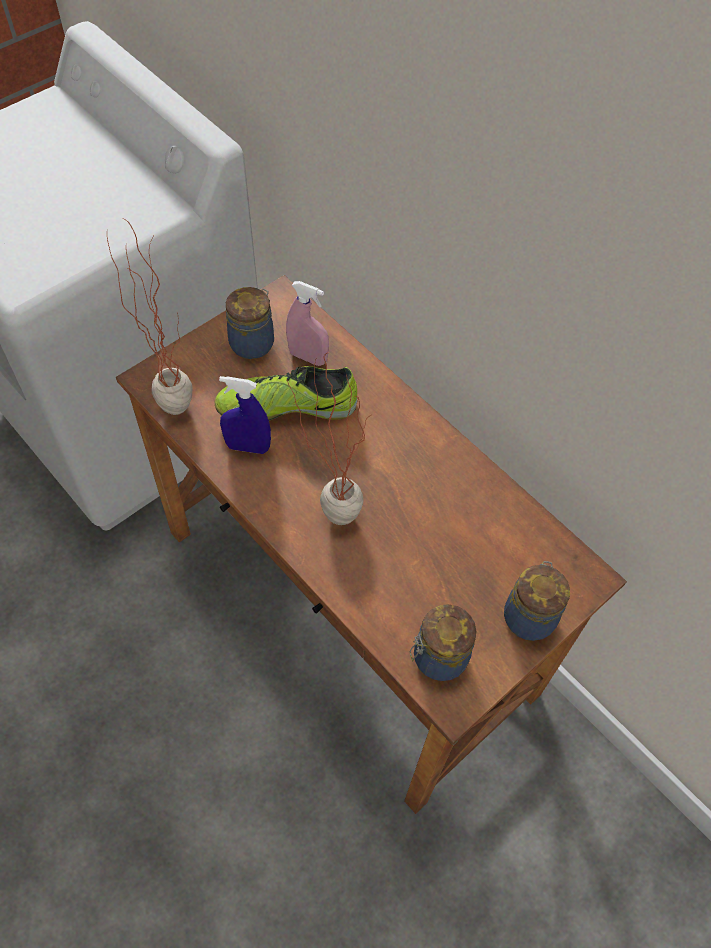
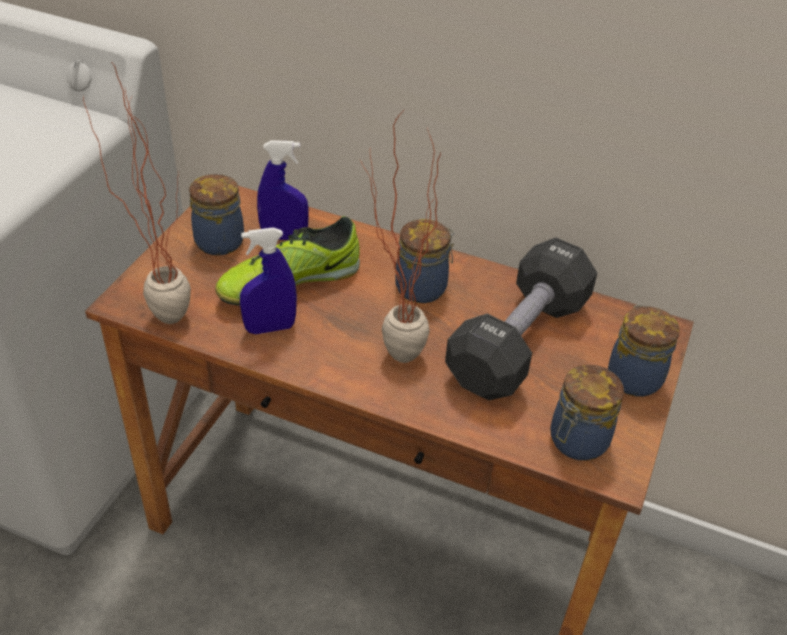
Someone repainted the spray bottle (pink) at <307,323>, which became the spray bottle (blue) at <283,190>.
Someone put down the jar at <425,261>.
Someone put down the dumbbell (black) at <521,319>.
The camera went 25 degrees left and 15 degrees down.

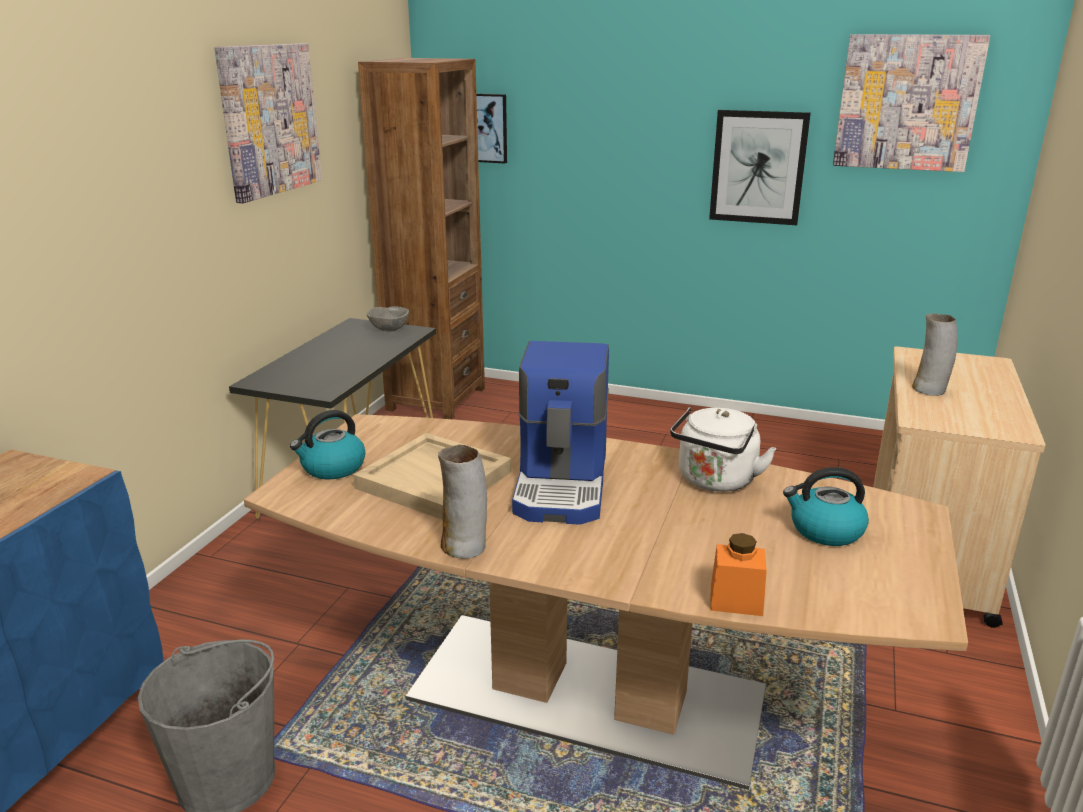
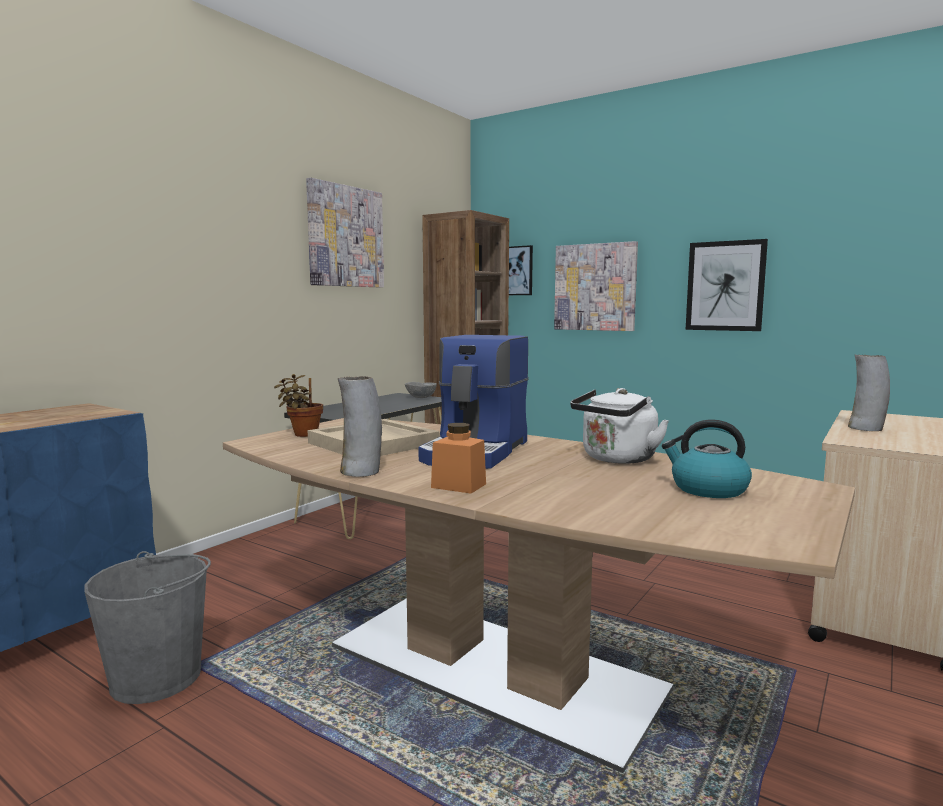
Someone swapped the kettle at <327,444> for the potted plant at <298,405>.
Someone carried the jar (orange) from <739,574> to <458,458>.
Someone carried the picture from <911,103> to <596,286>.
The camera went 15 degrees right and 15 degrees down.

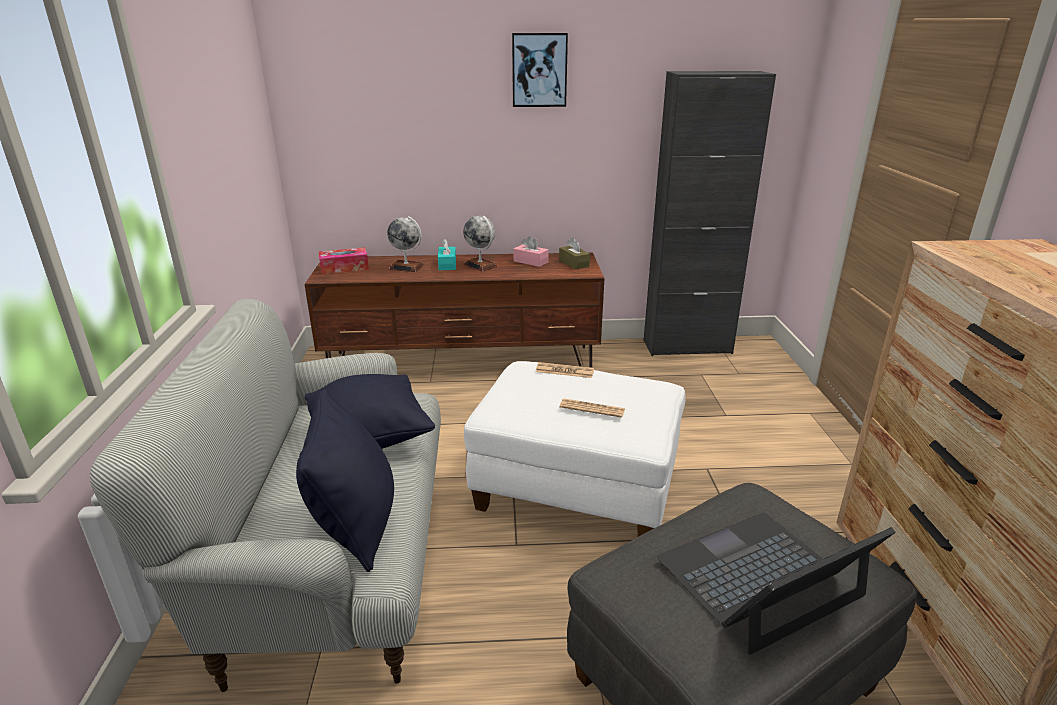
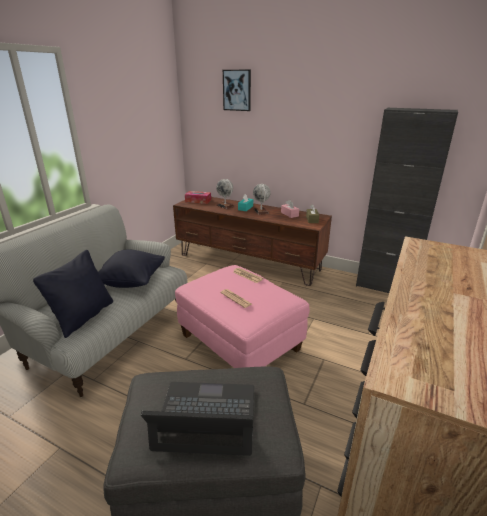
Someone repainted the ottoman (white) at <575,449>, which became the ottoman (pink) at <242,316>.
Someone carried the picture from <540,70> to <237,90>.
The camera went 30 degrees right and 0 degrees up.

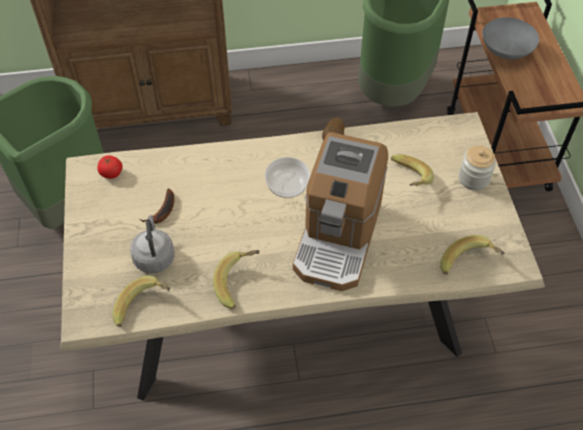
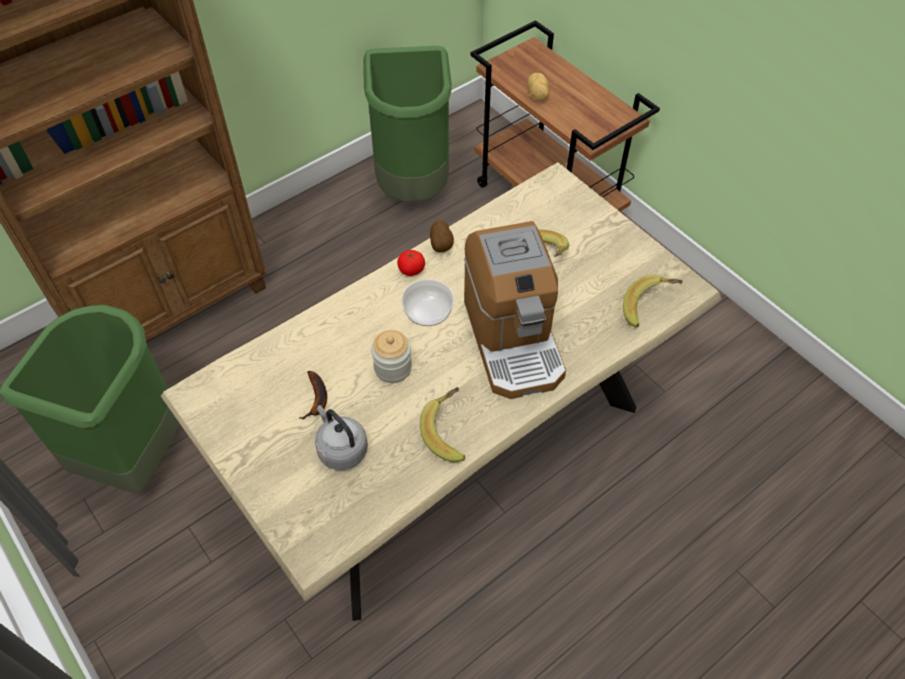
Someone carried the tomato from <110,167> to <411,263>.
Someone took away the banana at <141,301>.
Someone carried the jar from <477,168> to <391,356>.
Someone swapped the bowl (grey) at <510,38> for the potato at <538,87>.
The camera went 30 degrees left and 0 degrees up.

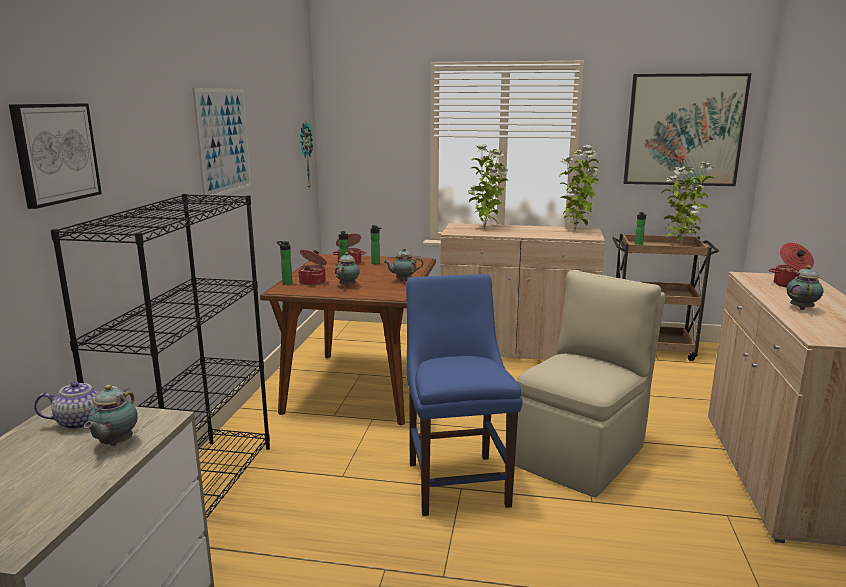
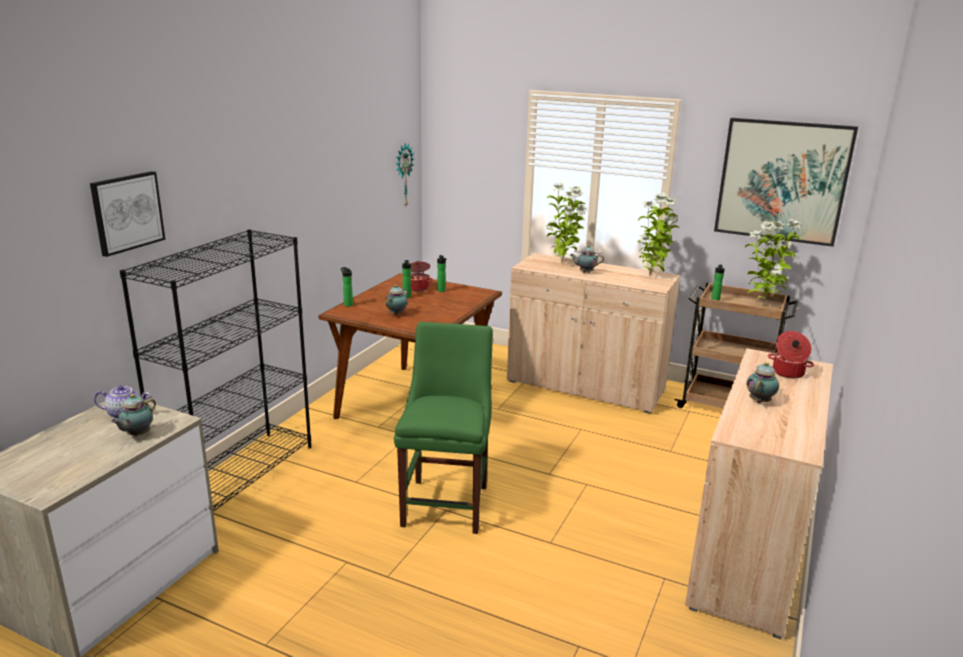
Someone took away the picture at <221,144>.
Someone took away the cooking pot at <312,267>.
Someone carried the teapot from <403,264> to <587,259>.
Someone repainted the chair (blue) at <464,395>, which became the chair (green) at <443,428>.
Someone took away the chair (beige) at <590,383>.
The camera went 15 degrees right and 5 degrees up.

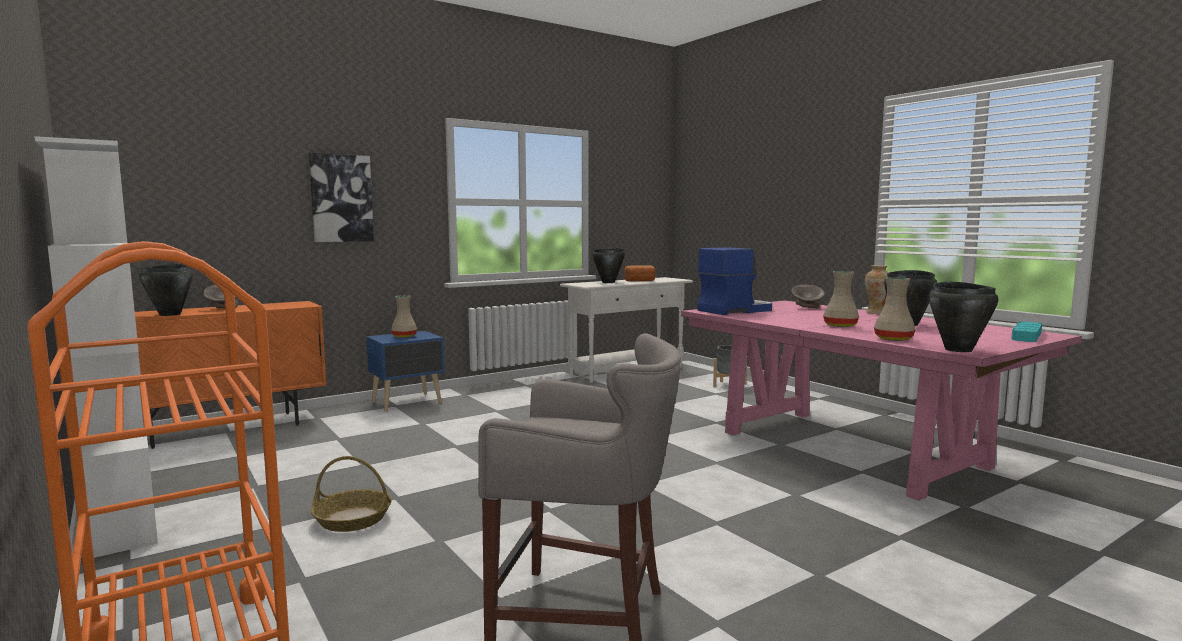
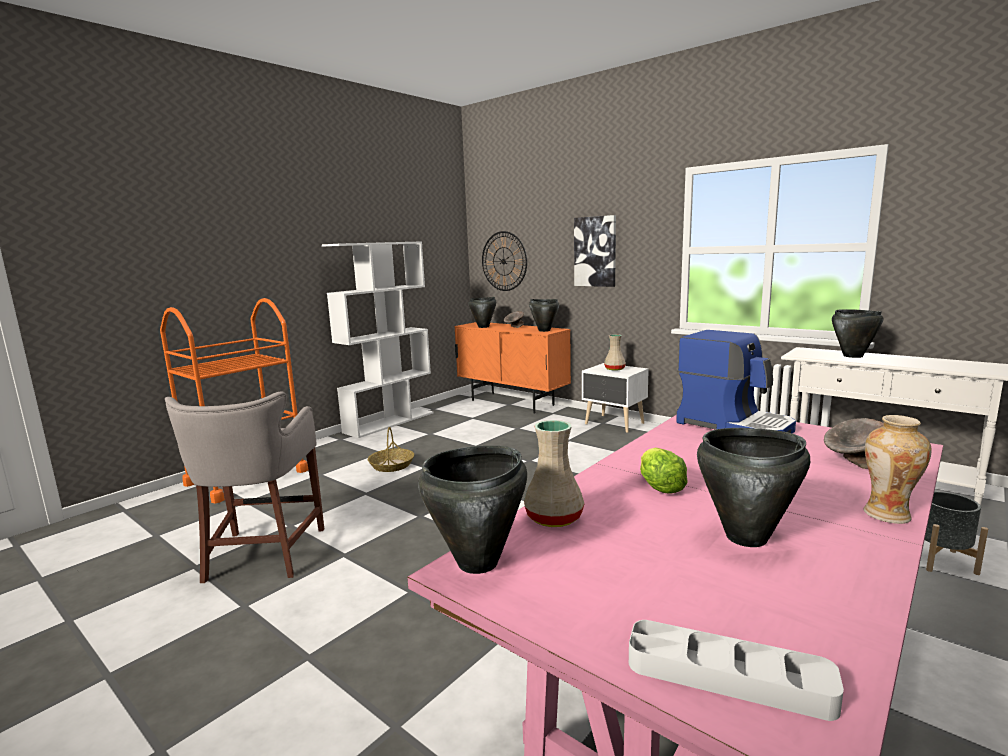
Someone repainted the nightstand (blue) at <405,371>, which became the nightstand (white) at <615,398>.
Someone took away the bread at <640,273>.
Someone swapped the vase (beige) at <841,299> for the lettuce at <664,471>.
Someone repainted the tray (turquoise) at <1026,331>, which became the tray (grey) at <736,670>.
Someone put up the wall clock at <504,261>.
Someone put down the cooking pot (black) at <544,315>.
The camera went 75 degrees right and 5 degrees up.

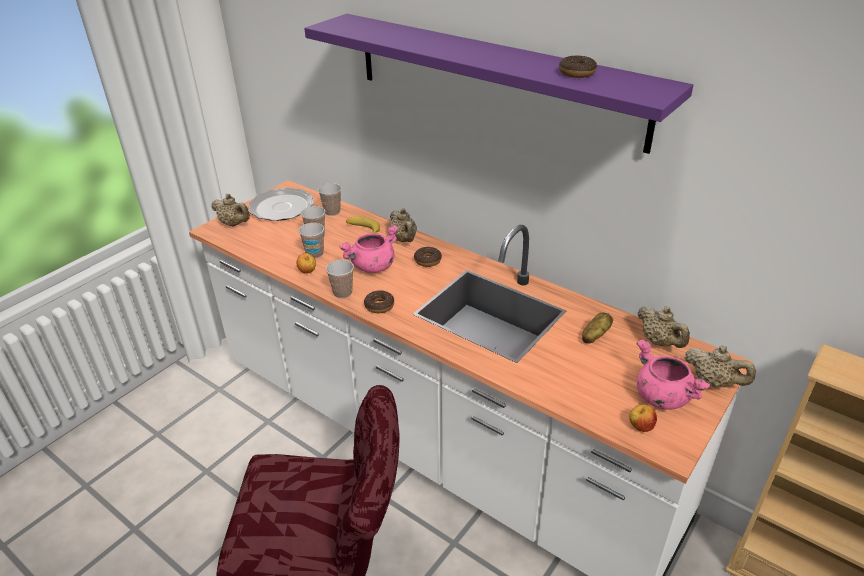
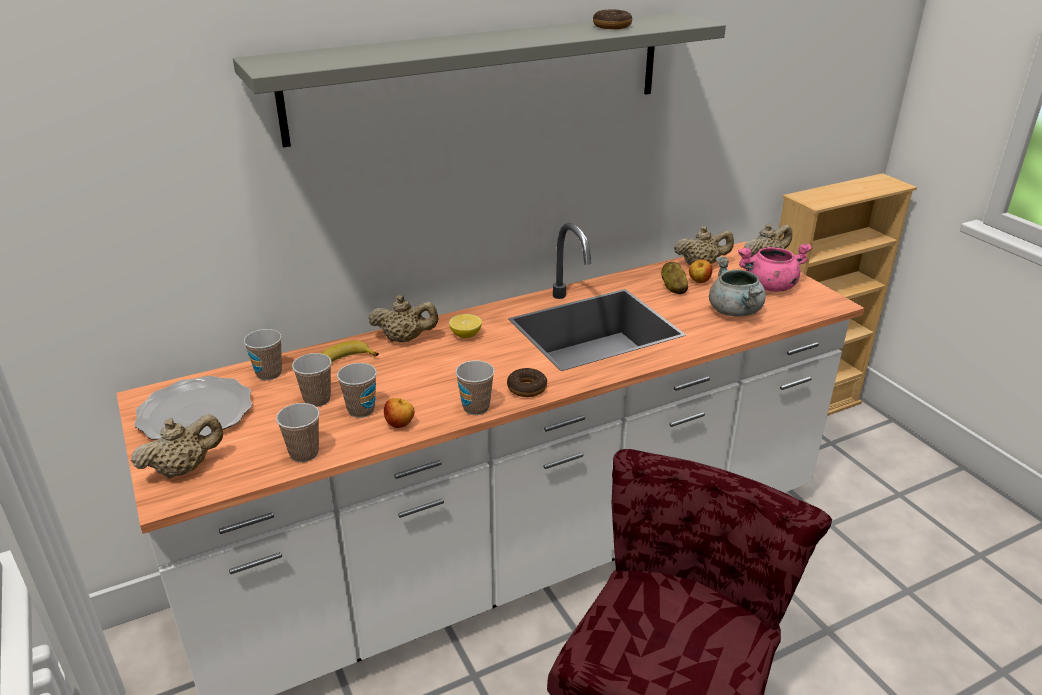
Someone repainted the shelf (purple) at <498,84>, which became the shelf (grey) at <479,79>.
Someone took away the cooking pot (pink) at <369,249>.
Someone swapped the donut at <428,257> for the lemon at <465,326>.
Someone carried the apple from <643,418> to <700,271>.
Someone put down the cup at <298,432>.
Someone put down the cooking pot (grey) at <737,286>.
The camera went 65 degrees left and 5 degrees down.

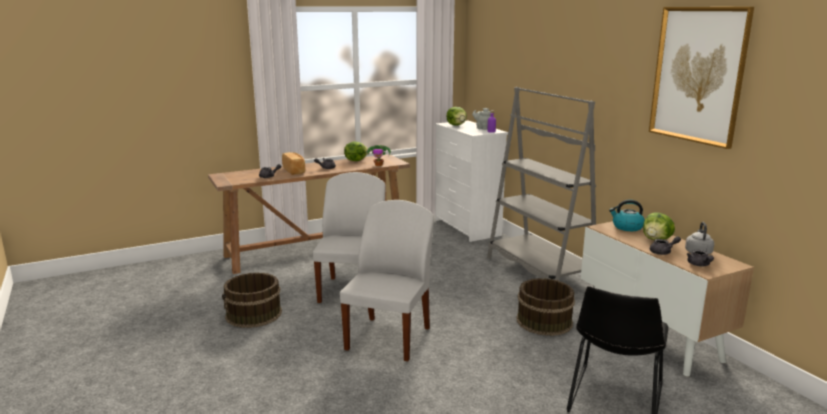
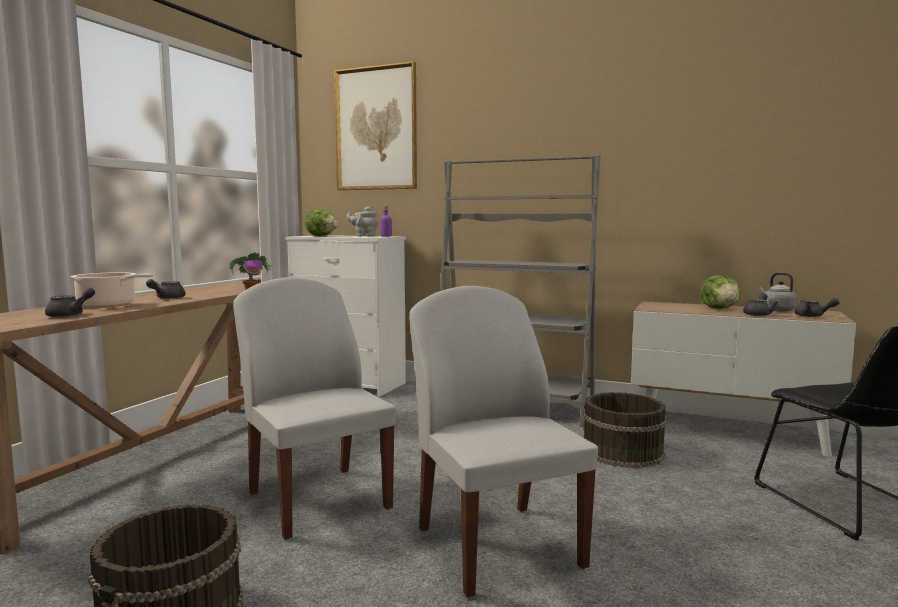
Someone swapped the bread at <293,163> for the cooking pot at <112,290>.
Someone took away the lettuce at <356,151>.
Someone took away the kettle at <627,215>.
Someone carried the picture from <701,78> to <375,125>.
The camera went 40 degrees left and 10 degrees down.

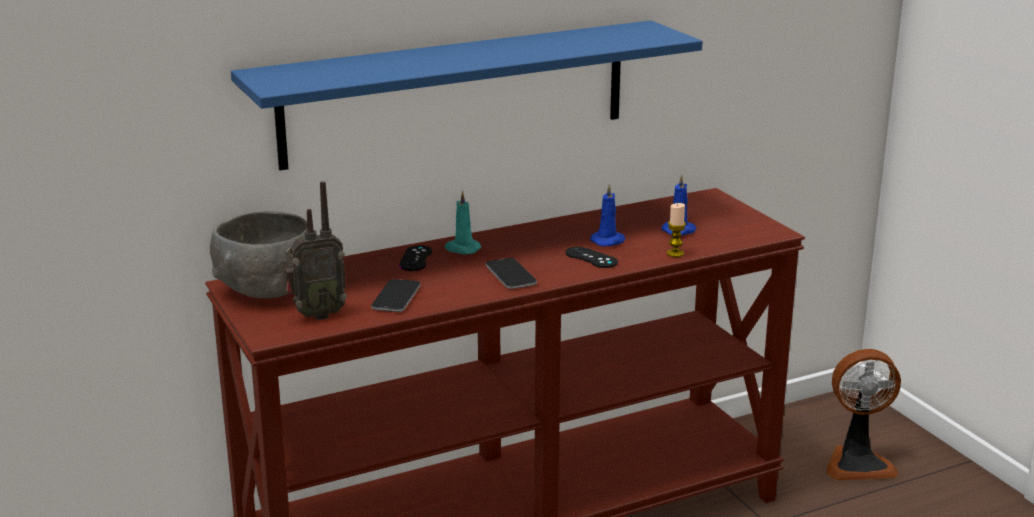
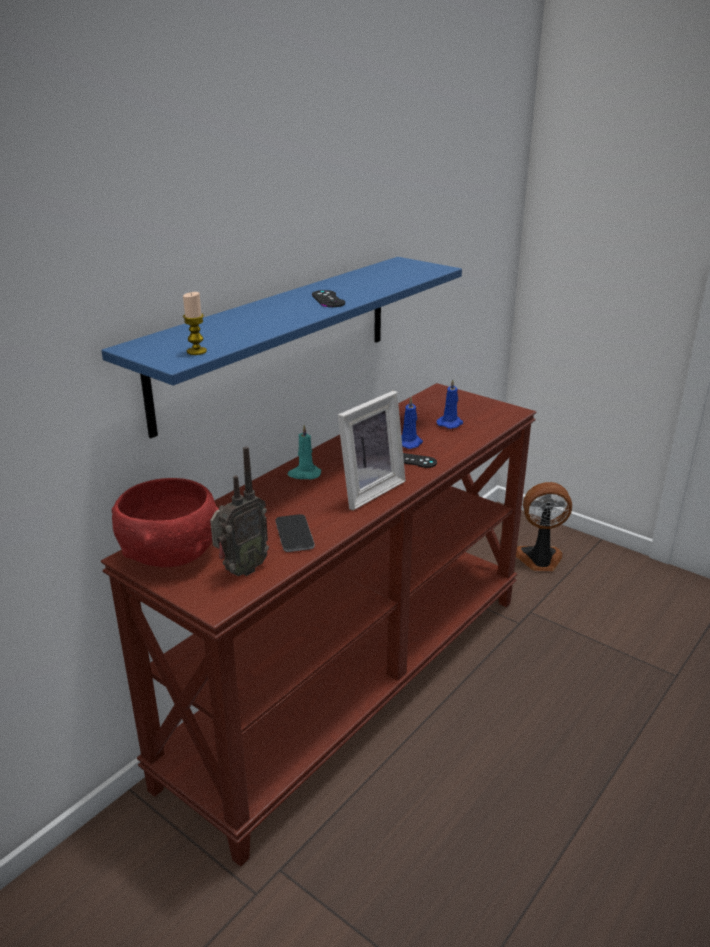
Someone repainted the bowl (grey) at <258,255>, which became the bowl (red) at <165,522>.
Someone carried the game controller (black) from <415,258> to <328,298>.
Someone swapped the phone at <511,273> for the picture frame at <372,450>.
Someone carried the candle from <676,230> to <195,323>.
Someone rotated the fan at <864,414> by 150 degrees counterclockwise.
The camera went 25 degrees left and 5 degrees up.

